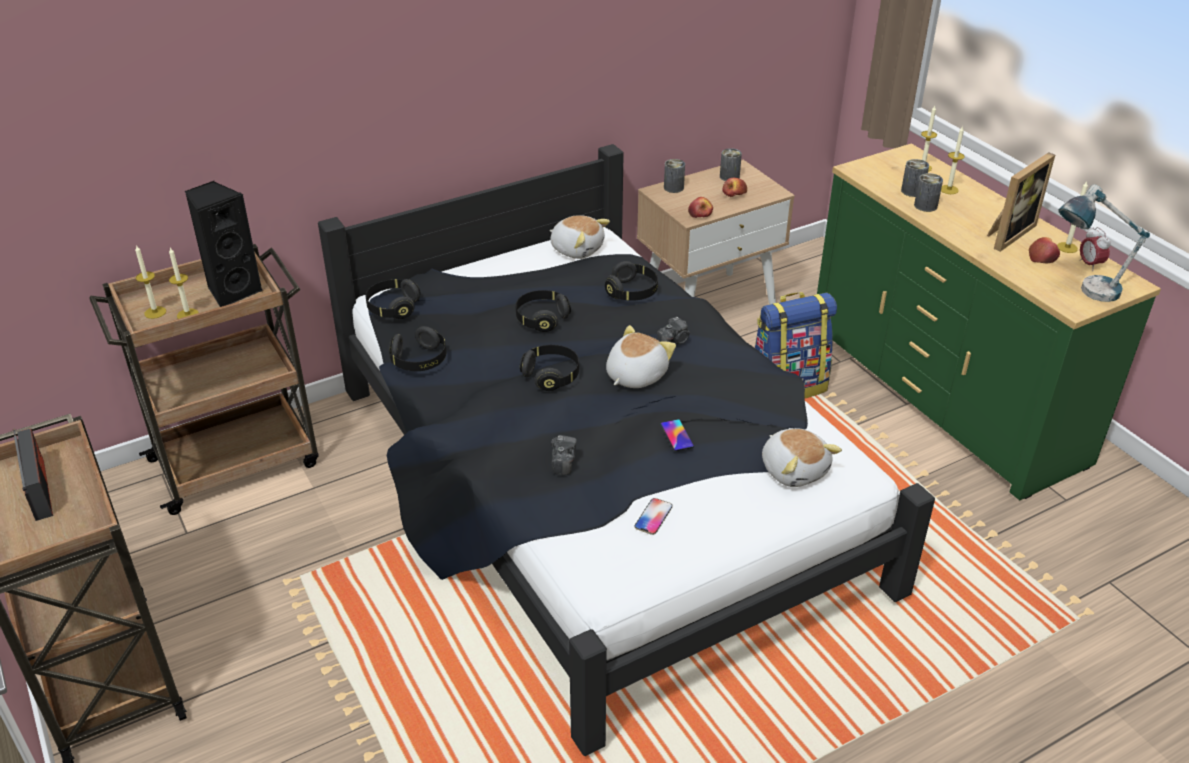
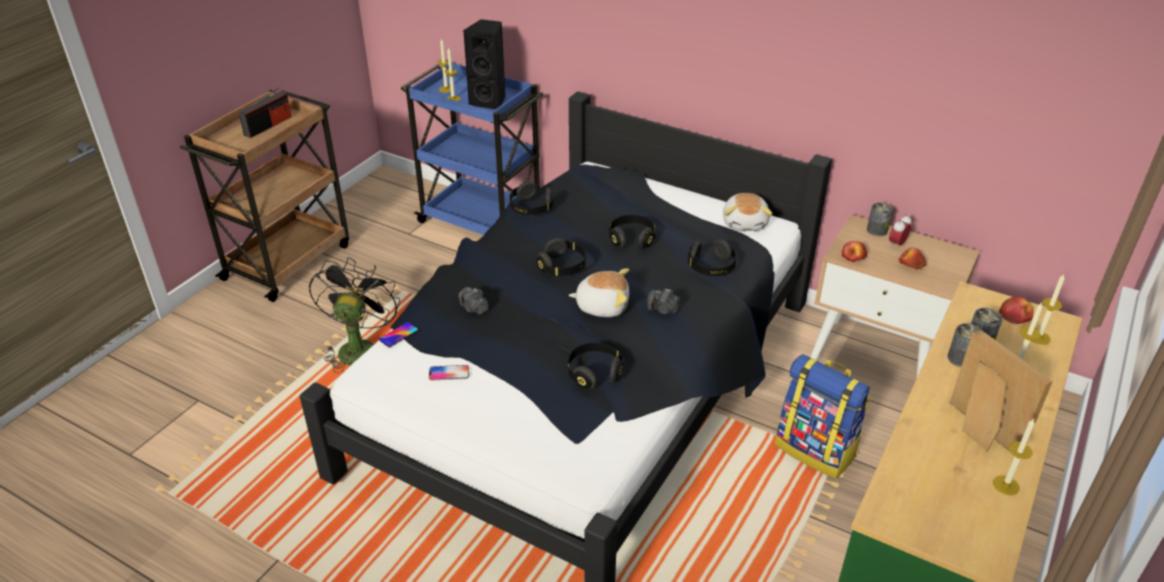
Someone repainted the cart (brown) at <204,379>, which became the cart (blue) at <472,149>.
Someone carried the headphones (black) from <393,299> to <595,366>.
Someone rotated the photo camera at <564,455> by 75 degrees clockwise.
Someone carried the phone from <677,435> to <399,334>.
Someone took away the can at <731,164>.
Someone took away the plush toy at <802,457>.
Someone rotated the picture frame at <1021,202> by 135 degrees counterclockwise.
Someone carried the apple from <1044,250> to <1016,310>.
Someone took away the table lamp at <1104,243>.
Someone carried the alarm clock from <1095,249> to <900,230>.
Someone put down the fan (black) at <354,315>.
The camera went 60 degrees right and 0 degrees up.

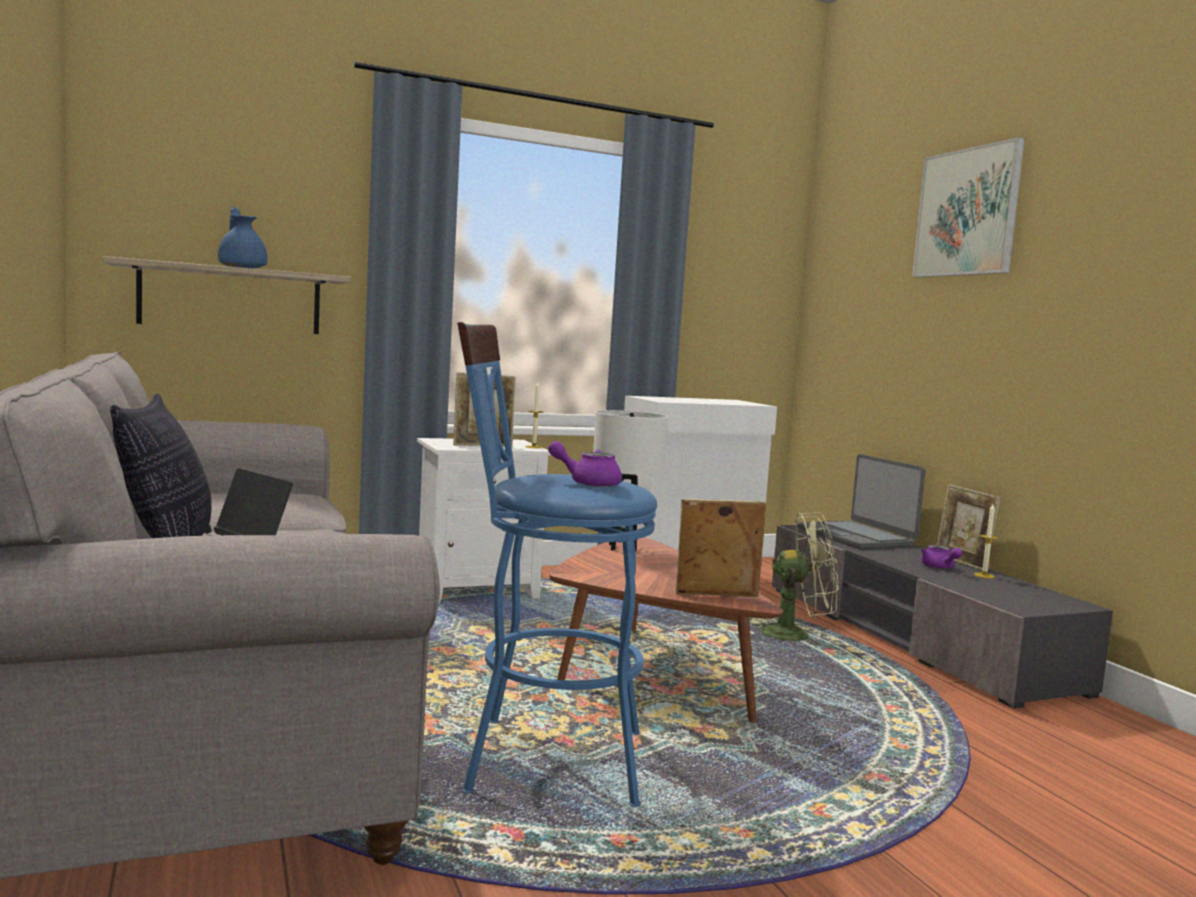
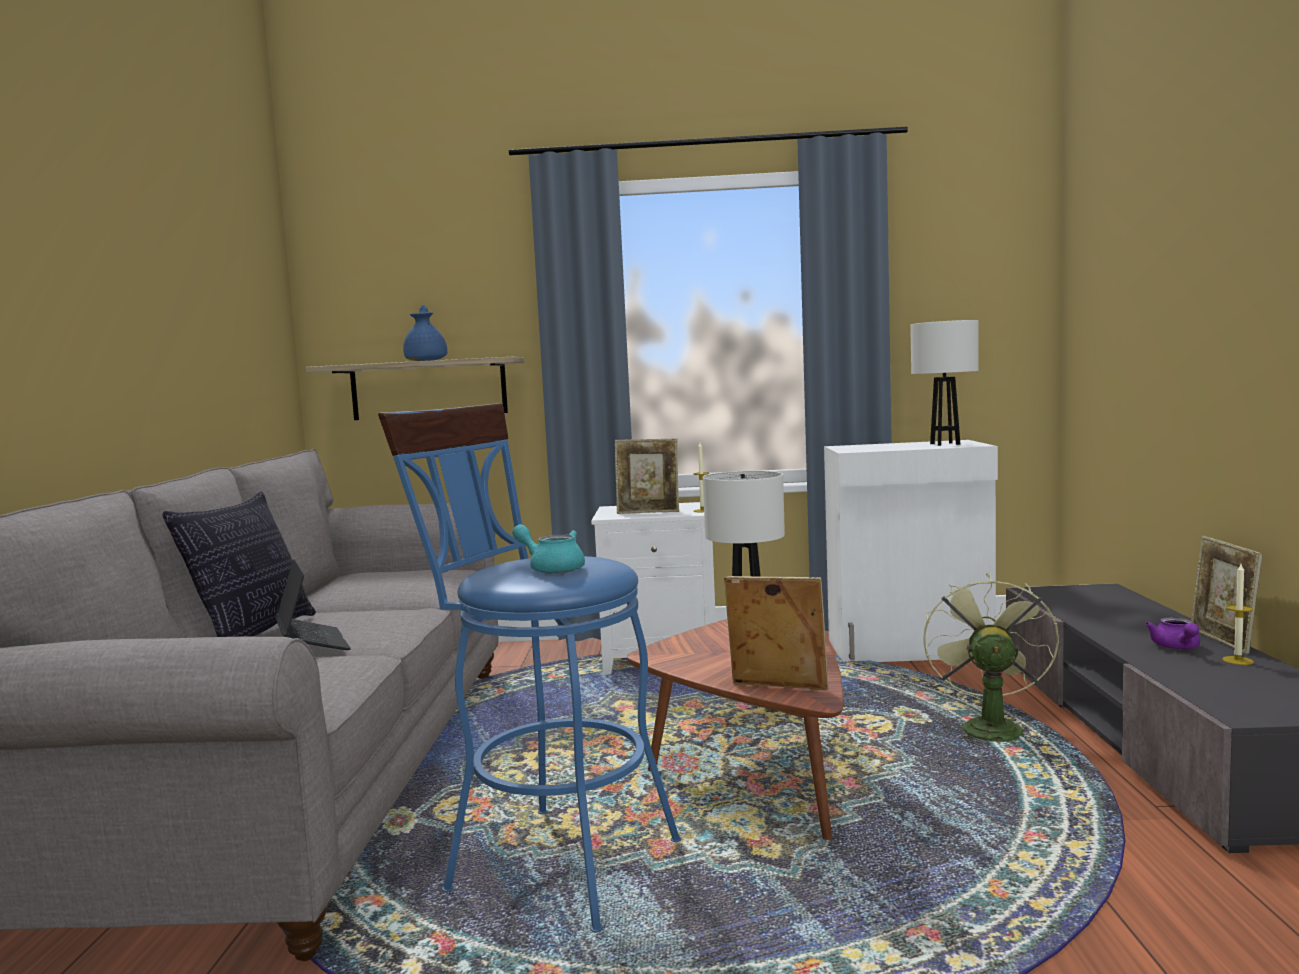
Someone repainted the teapot (purple) at <585,464>, which became the teapot (turquoise) at <548,549>.
Someone rotated the fan (green) at <795,577> by 105 degrees counterclockwise.
Someone took away the laptop at <861,501>.
Someone took away the picture at <968,207>.
Someone put down the table lamp (white) at <944,383>.
The camera went 25 degrees right and 0 degrees up.

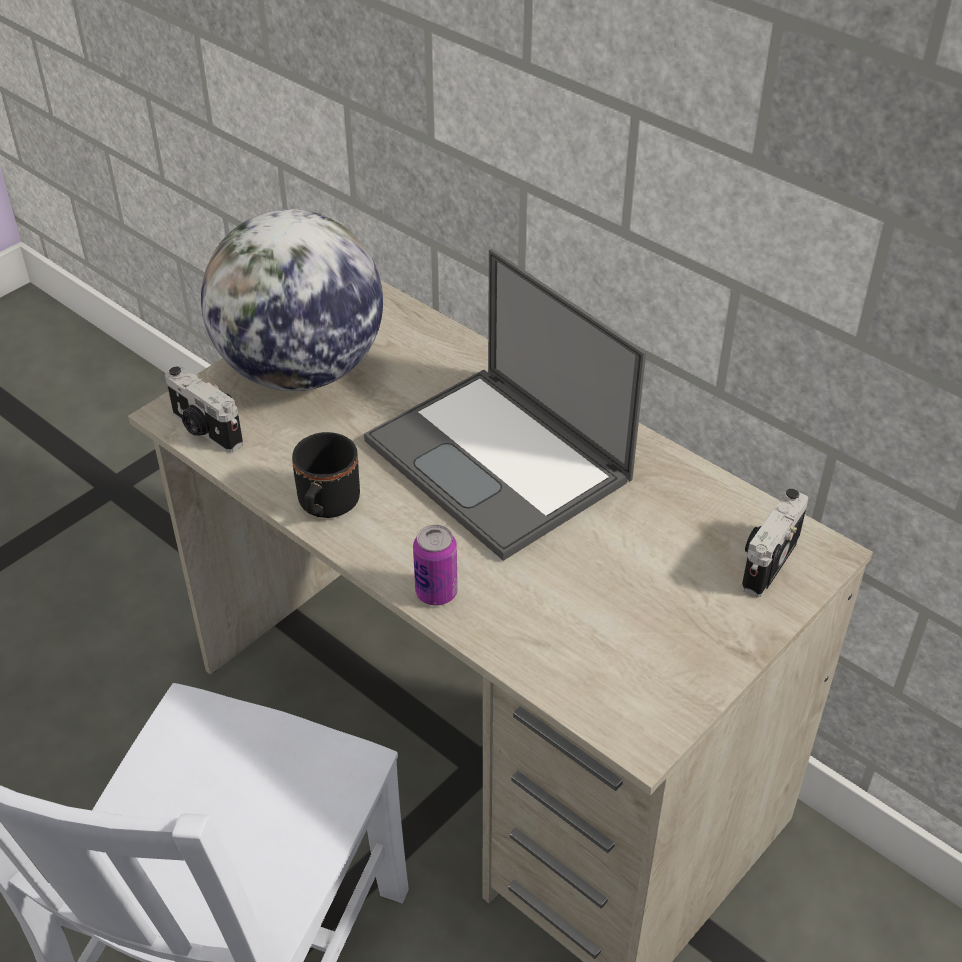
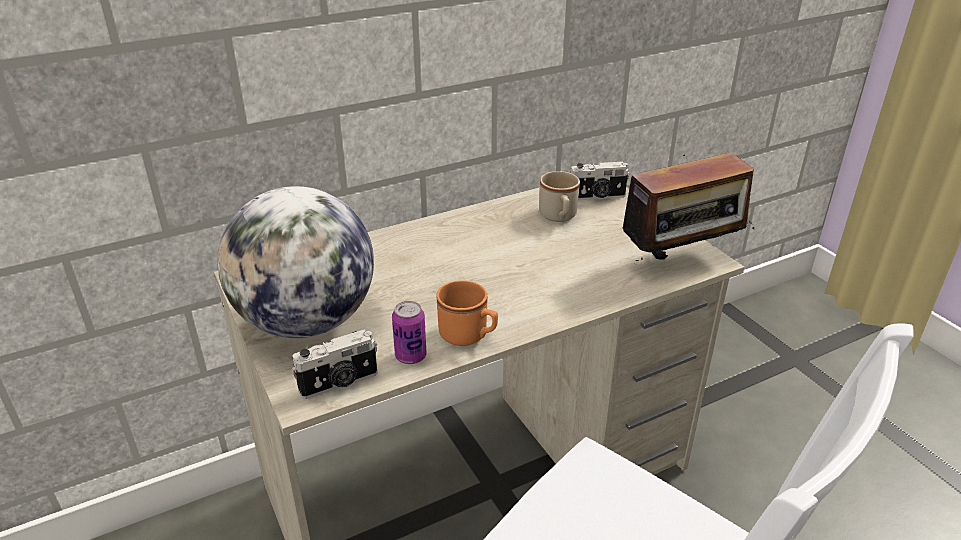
Someone repainted the mug (black) at <326,475>, which became the mug (orange) at <467,313>.
Someone took away the laptop at <505,404>.
Someone carried the can from <435,565> to <409,332>.
Someone rotated the photo camera at <775,543> by 60 degrees counterclockwise.
Someone put down the mug (beige) at <559,196>.
Someone put down the radio at <684,201>.
The camera went 70 degrees left and 10 degrees down.

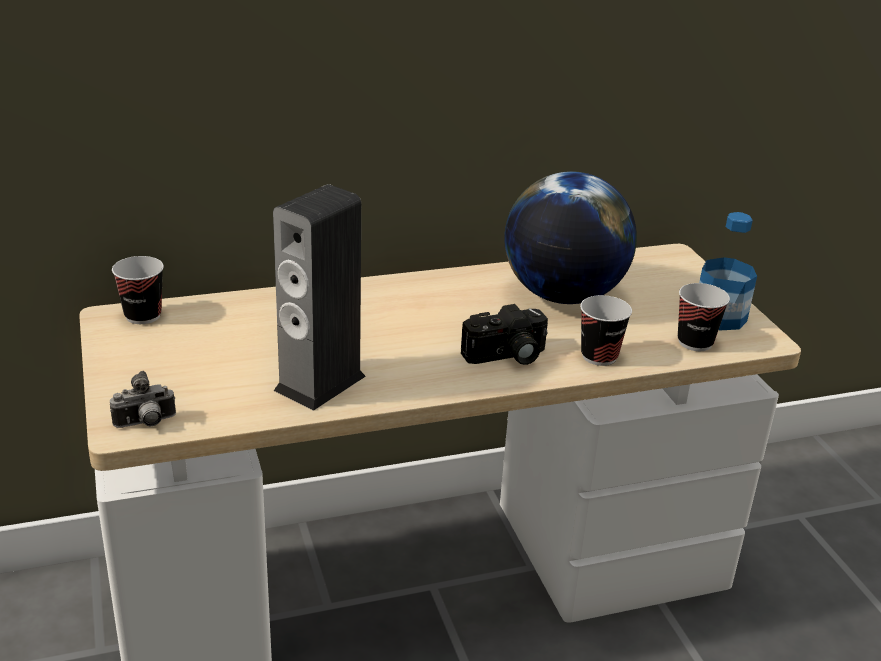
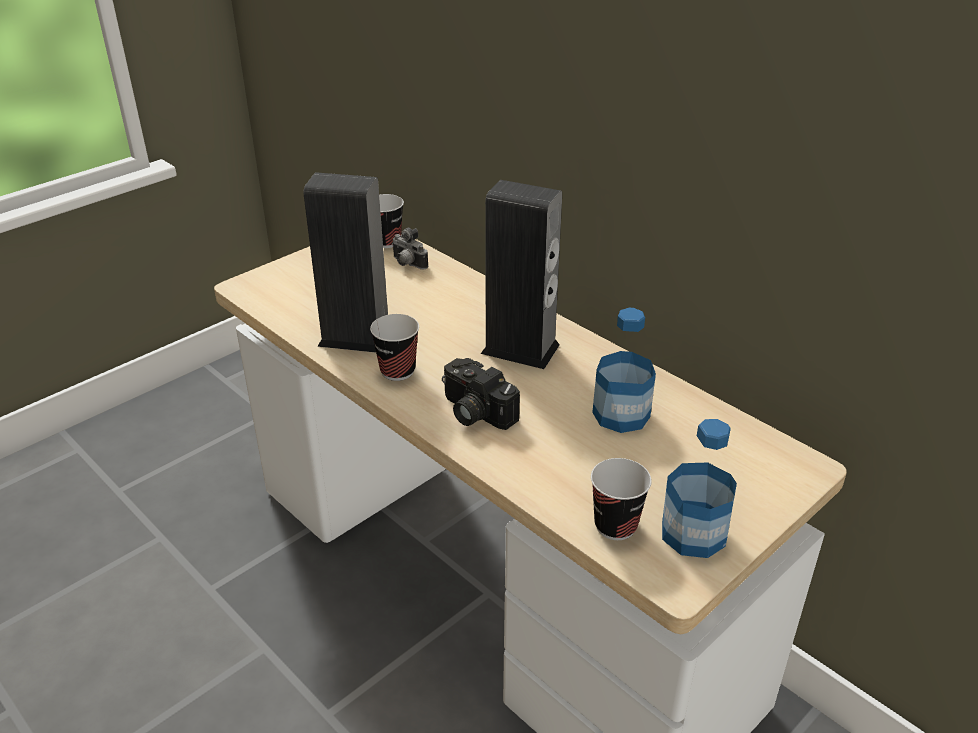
Someone carried the photo camera from <143,399> to <410,249>.
Someone swapped the globe at <570,237> for the bottle at <624,370>.
Someone carried the cup from <606,330> to <394,347>.
Someone put down the speaker at <521,274>.
The camera went 65 degrees right and 5 degrees up.

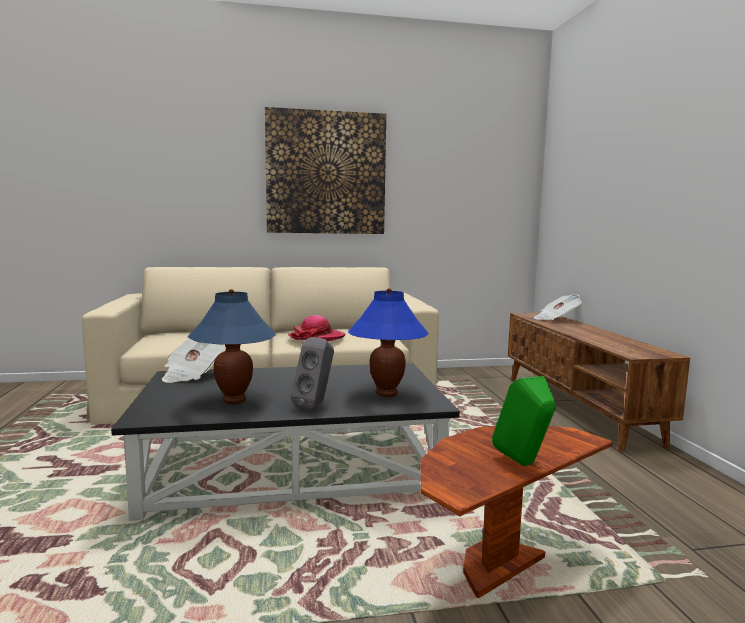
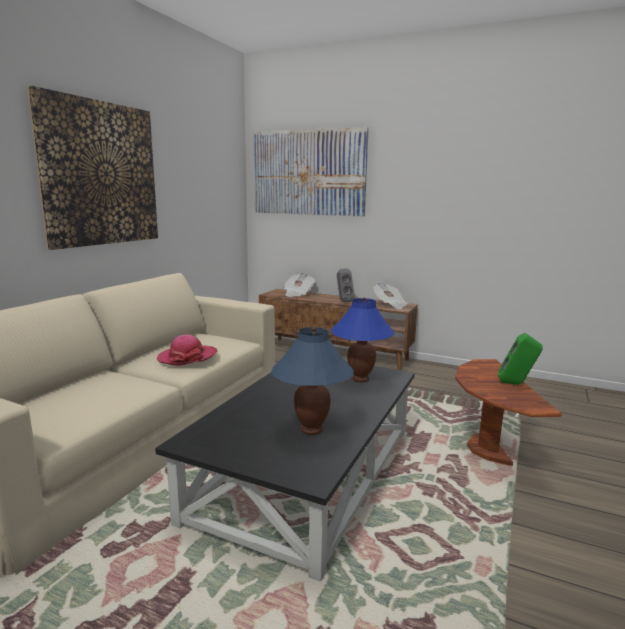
Someone carried the newspaper from <193,361> to <390,295>.
Someone carried the speaker (grey) from <312,373> to <346,285>.
Someone put up the picture at <311,171>.
The camera went 55 degrees left and 5 degrees up.

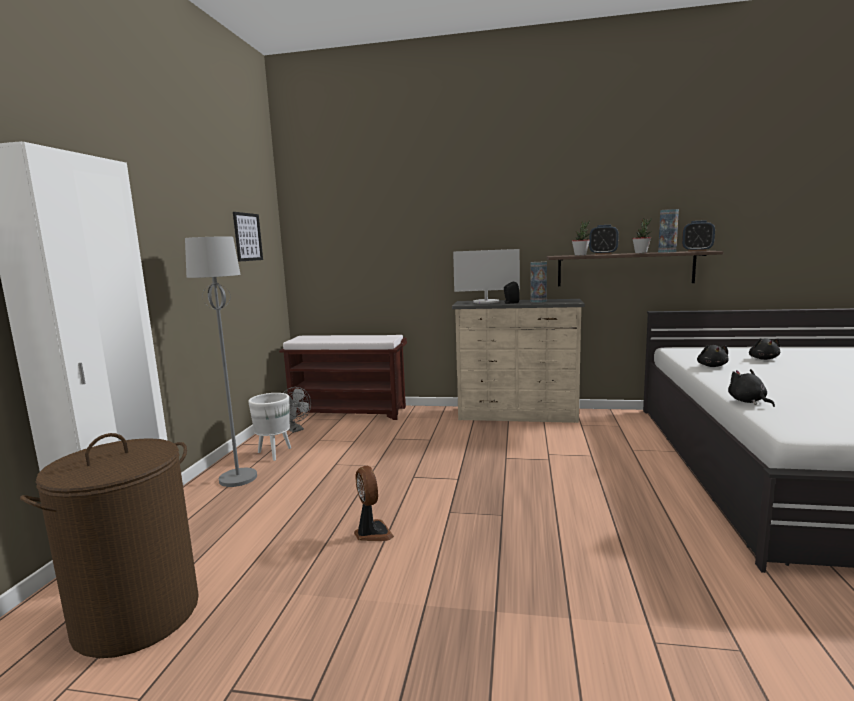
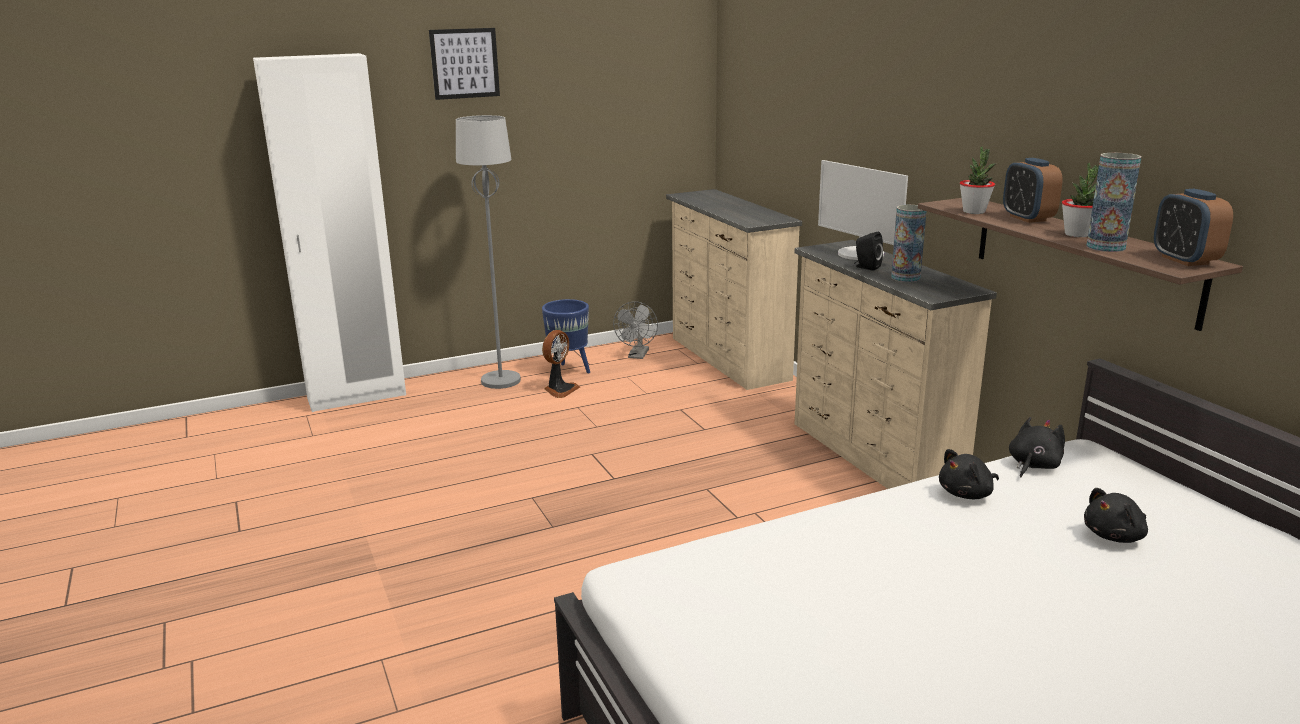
Someone took away the laundry basket (brown) at <109,545>.
Someone carried the picture from <248,237> to <464,64>.
Someone repainted the planter (white) at <269,427>, which became the planter (blue) at <566,336>.
Someone swapped the bench (brown) at <343,377> for the dresser (beige) at <734,289>.
Someone carried the fan from <374,503> to <561,364>.
Someone carried the plush toy (black) from <751,388> to <1037,447>.
The camera went 55 degrees right and 10 degrees up.

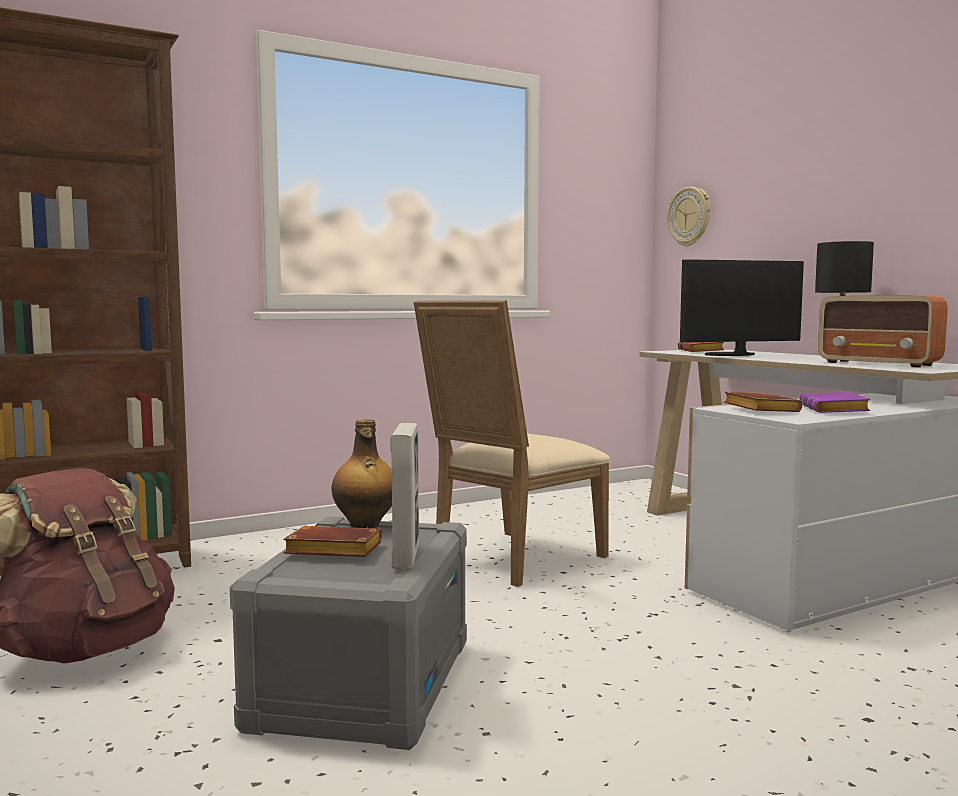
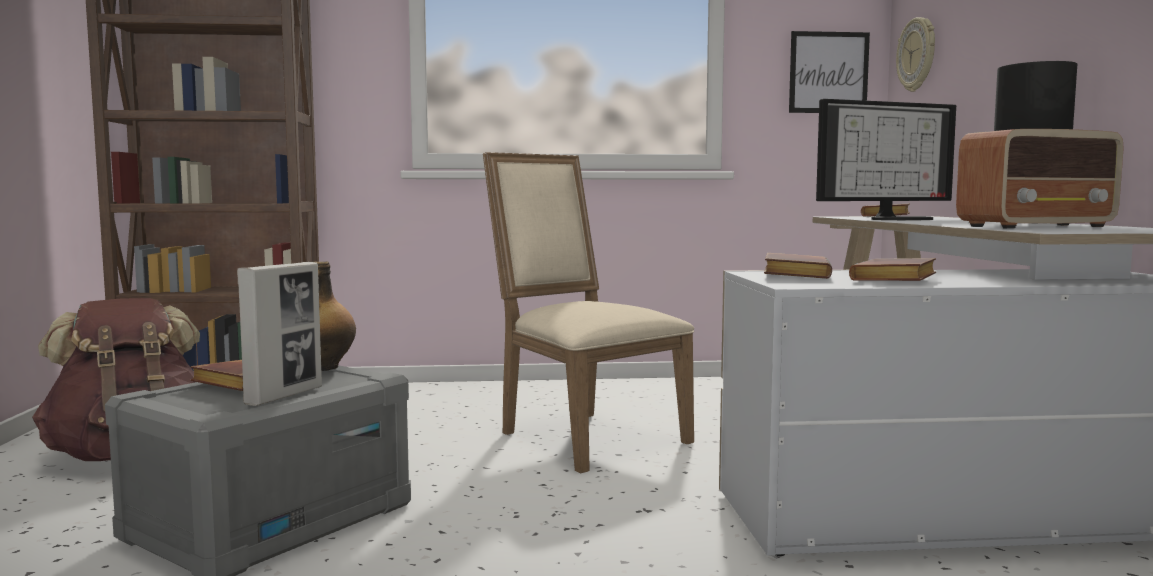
Someone rotated the chair (beige) at <512,443> by 75 degrees clockwise.
Someone rotated the monitor at <742,307> by 150 degrees clockwise.
Someone repainted the book (purple) at <835,402>, which became the book (brown) at <892,269>.
Someone rotated the radio at <883,331> by 90 degrees counterclockwise.
Someone put up the picture at <829,72>.
The camera went 25 degrees right and 0 degrees up.

